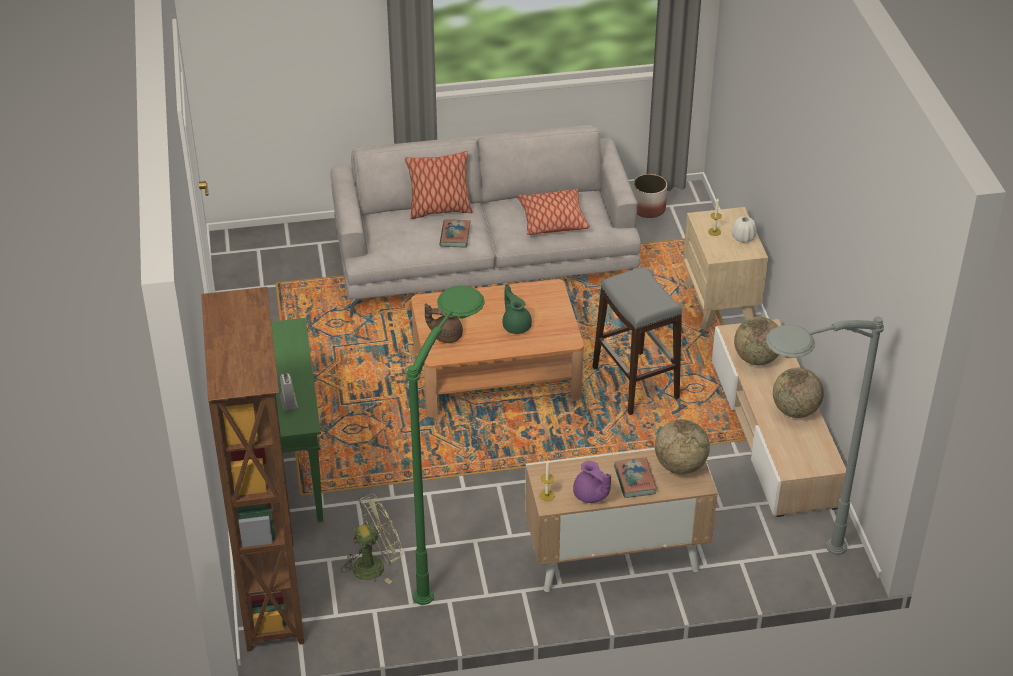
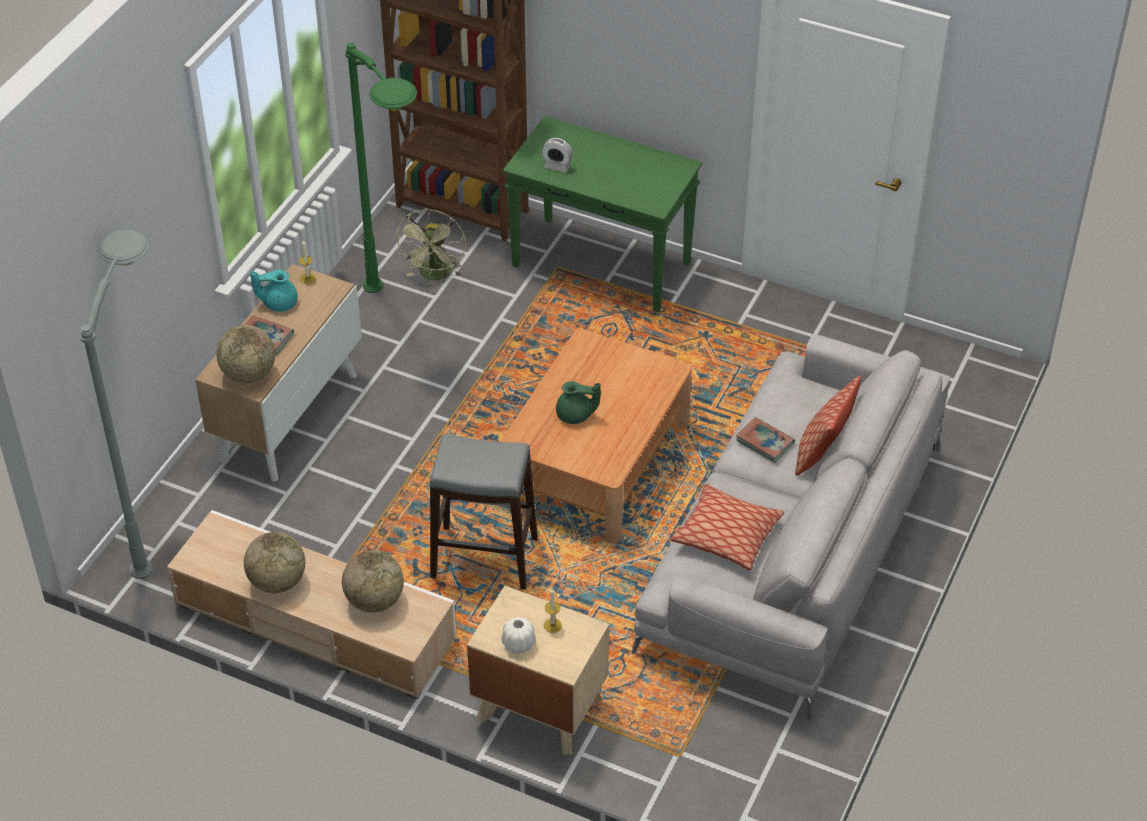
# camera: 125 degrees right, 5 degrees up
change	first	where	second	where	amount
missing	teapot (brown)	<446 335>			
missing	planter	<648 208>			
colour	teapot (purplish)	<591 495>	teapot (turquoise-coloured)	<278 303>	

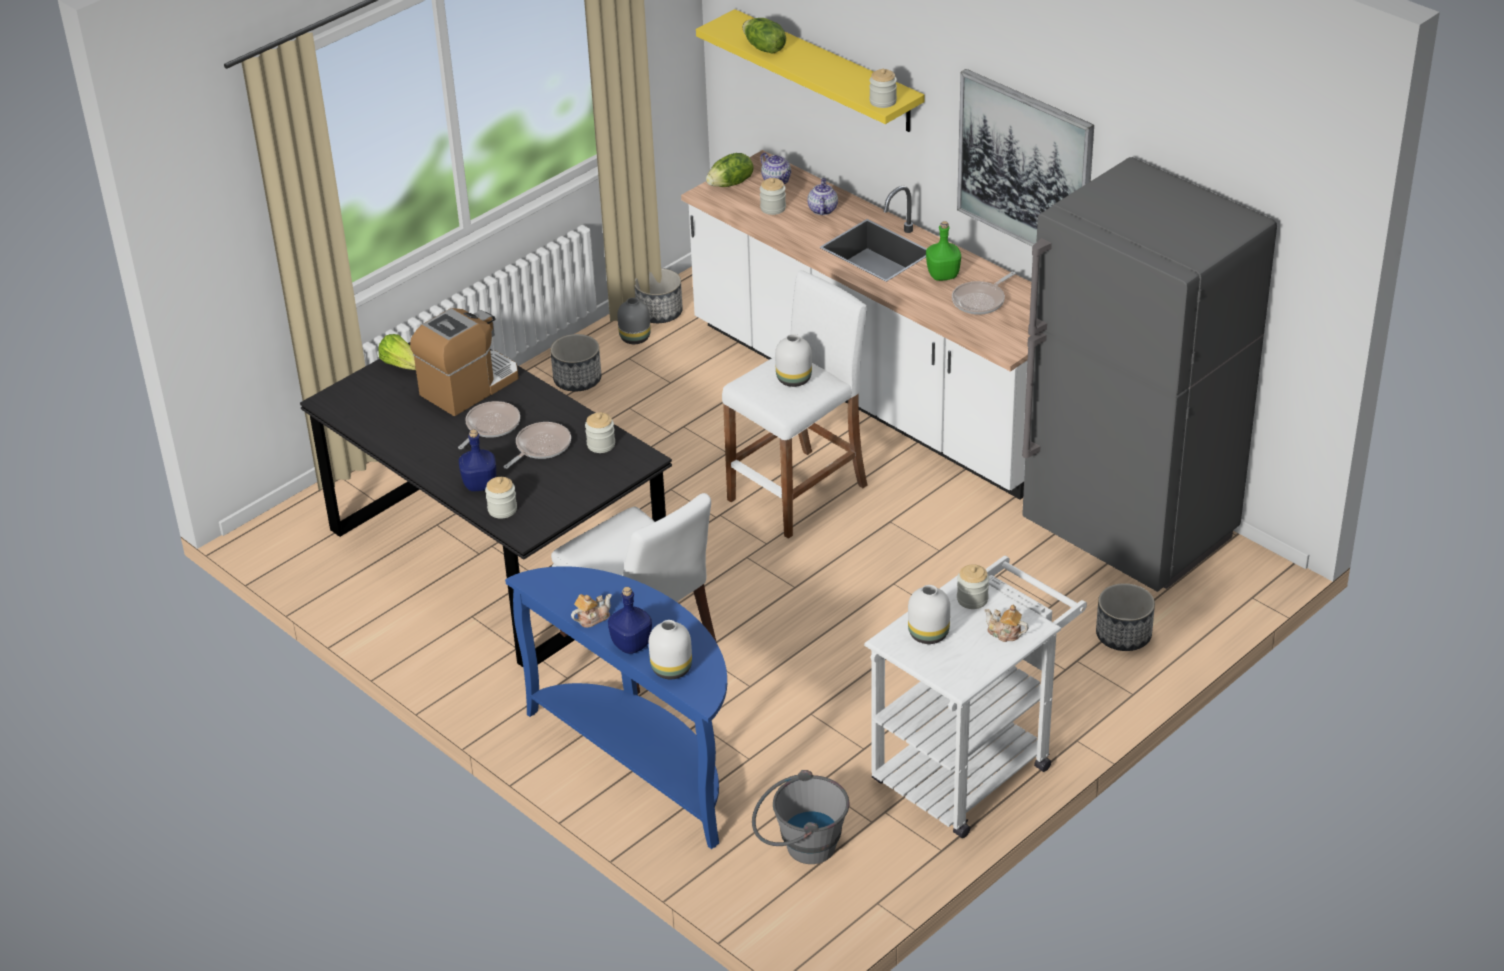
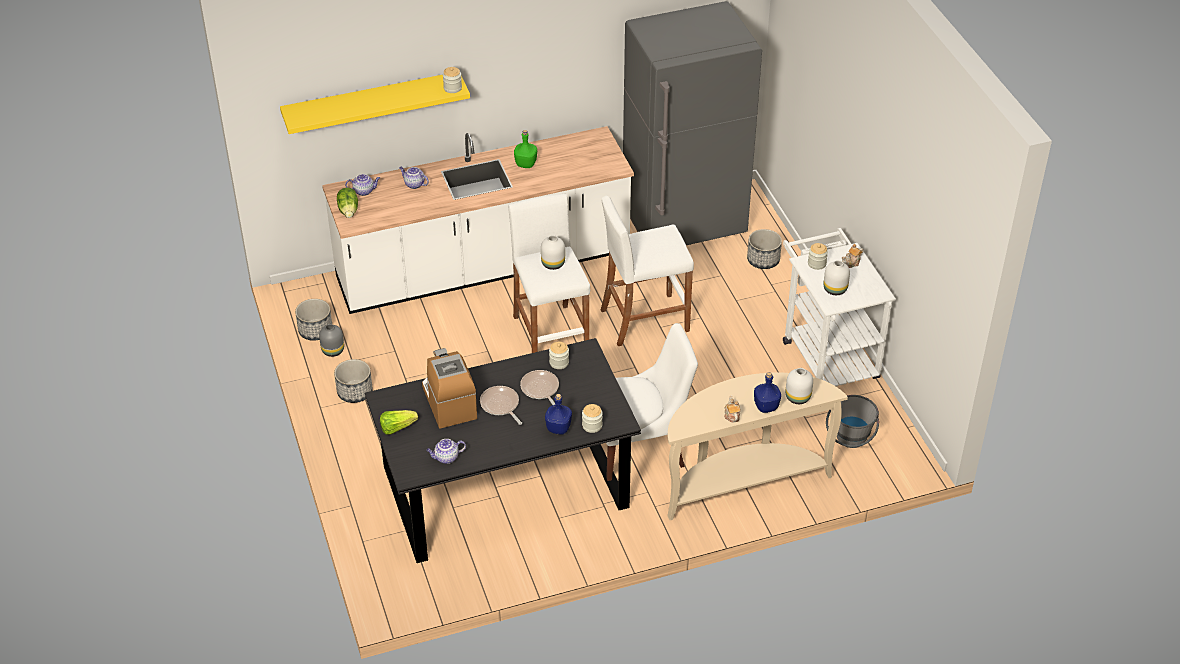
# camera: 65 degrees left, 5 degrees up
change	first	where	second	where	amount
missing	lettuce head	<764 48>			
missing	jar	<773 208>			
missing	skillet	<980 301>			
missing	wall art	<1025 167>			
appeared			teapot	<446 458>	
appeared			stool (whitish)	<644 320>	
colour	hall table (blue)	<644 761>	hall table (sand-coloured)	<742 482>	

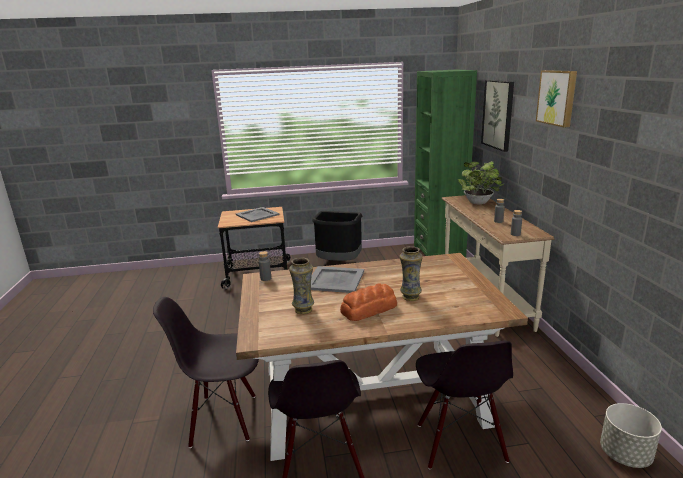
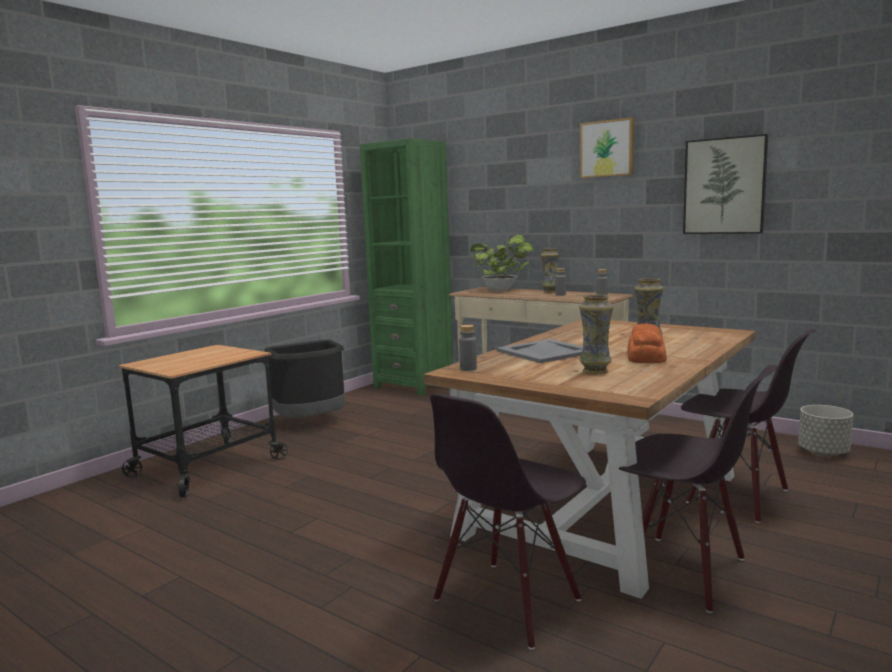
# camera: 45 degrees left, 10 degrees down
change	first	where	second	where	amount
missing	tray (gray)	<257 215>			
appeared			vase	<550 291>	
relocated	wall art	<498 114>		<724 186>	

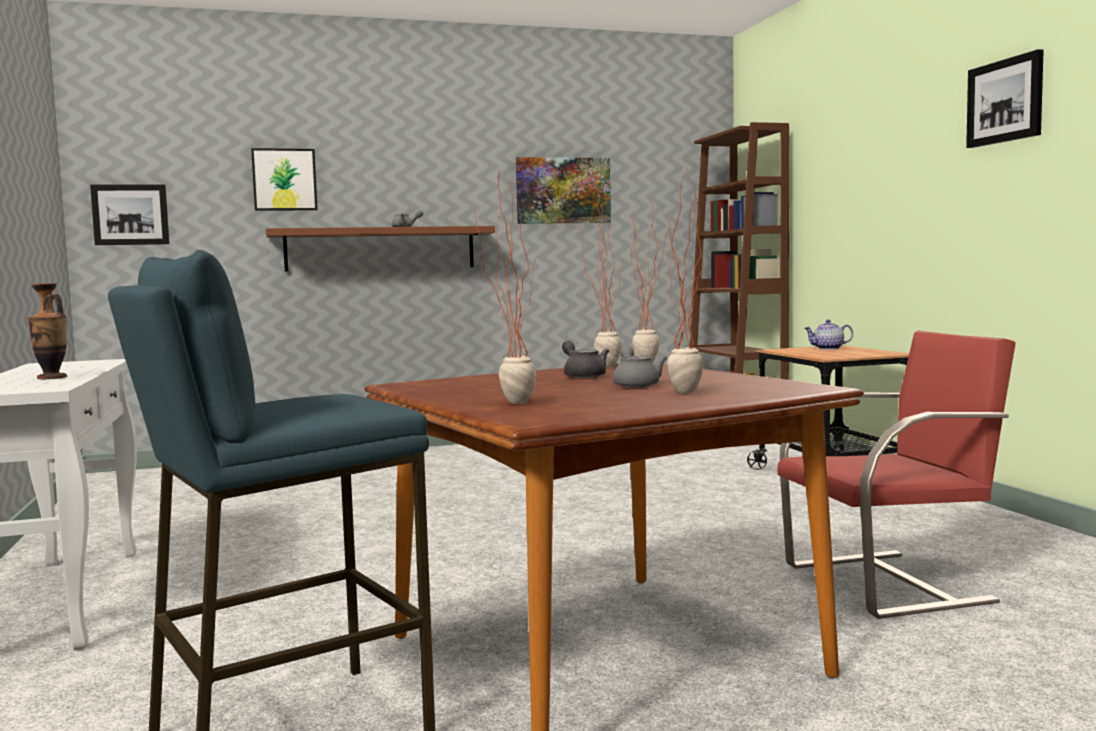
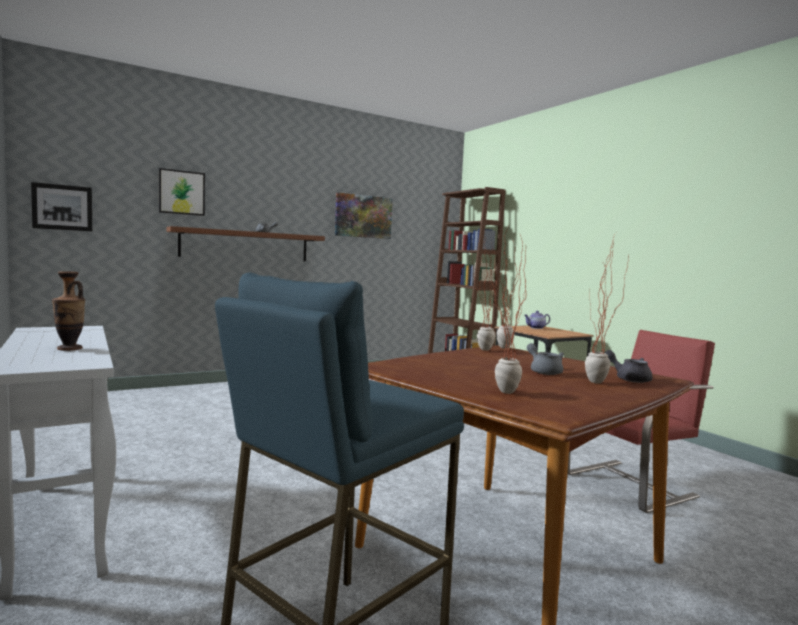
# camera: 15 degrees left, 0 degrees up
change	first	where	second	where	amount
missing	wall art	<1005 101>			
relocated	teapot (gray)	<583 375>		<629 379>	

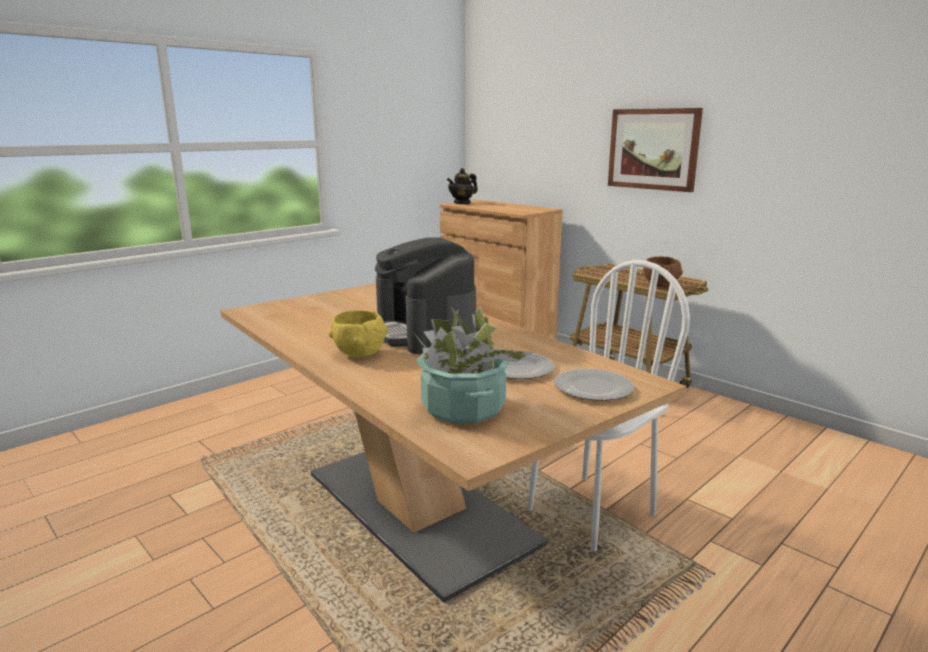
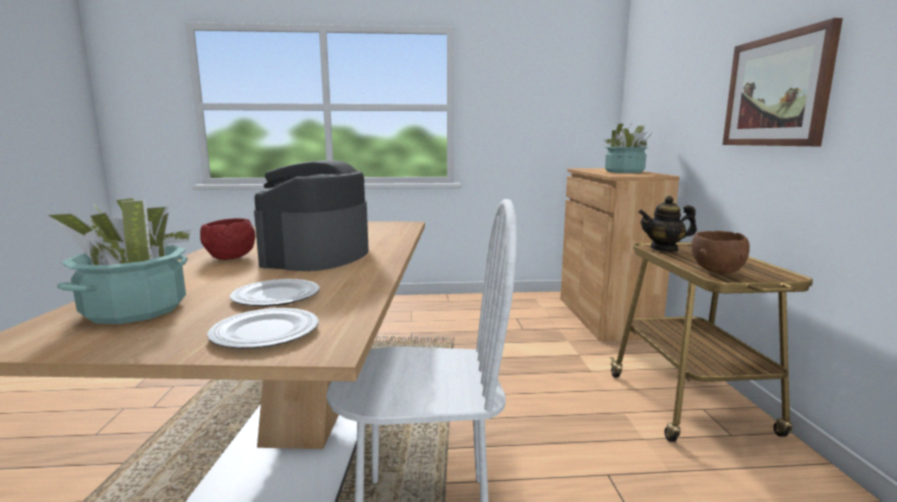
# camera: 40 degrees right, 5 degrees down
change	first	where	second	where	amount
appeared			potted plant	<624 172>	
relocated	teapot	<462 203>		<664 249>	
colour	serving bowl (yellowish)	<359 354>	serving bowl (reddish)	<231 258>	

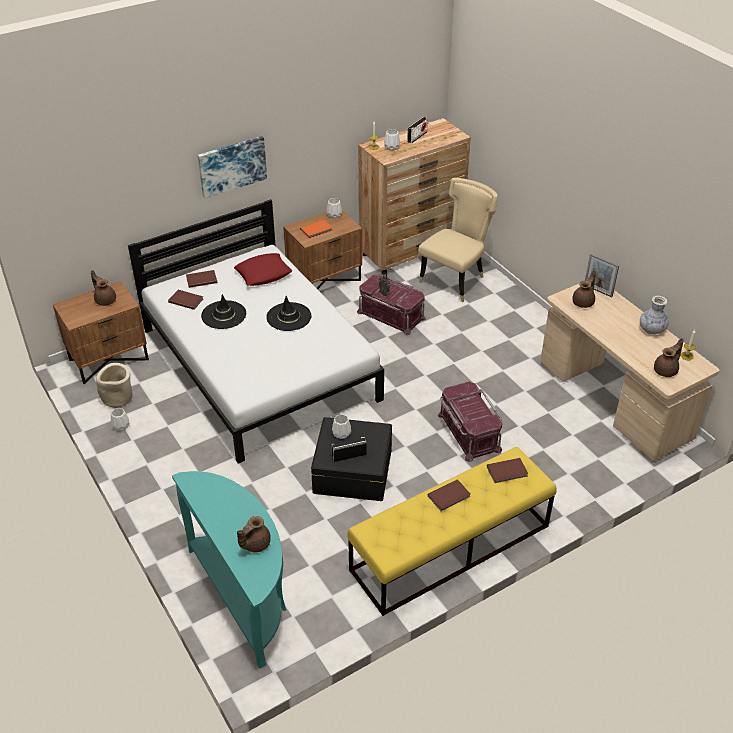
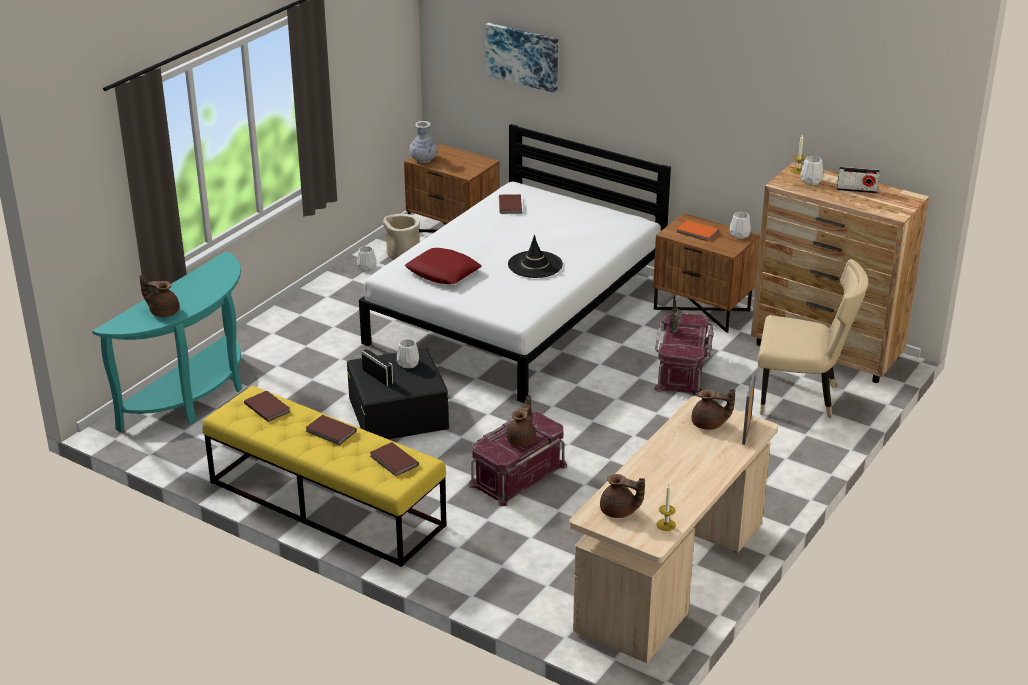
# camera: 65 degrees right, 10 degrees down
change	first	where	second	where	amount
missing	hat (blackish)	<224 315>			
relocated	teapot (brown)	<105 300>		<522 439>	
relocated	bound book (brown)	<201 279>		<267 407>	
relocated	wall art	<232 166>		<523 56>	
relocated	cushion (reddish)	<263 274>		<443 272>	
relocated	vase	<651 329>		<423 159>	

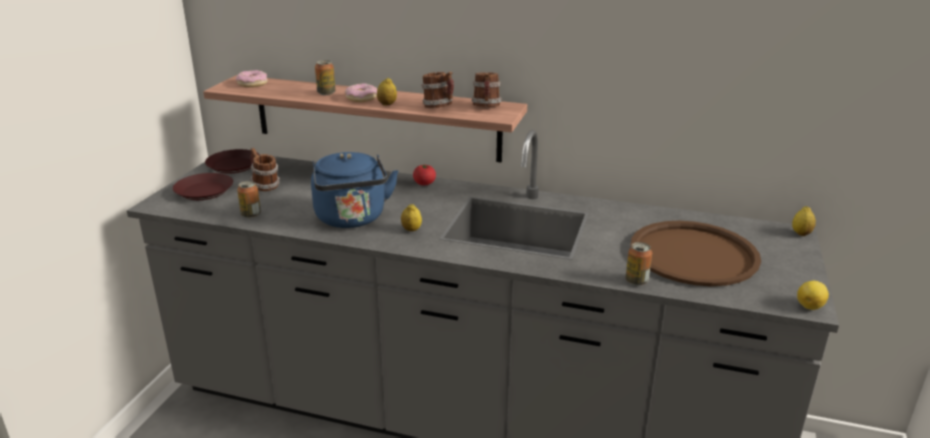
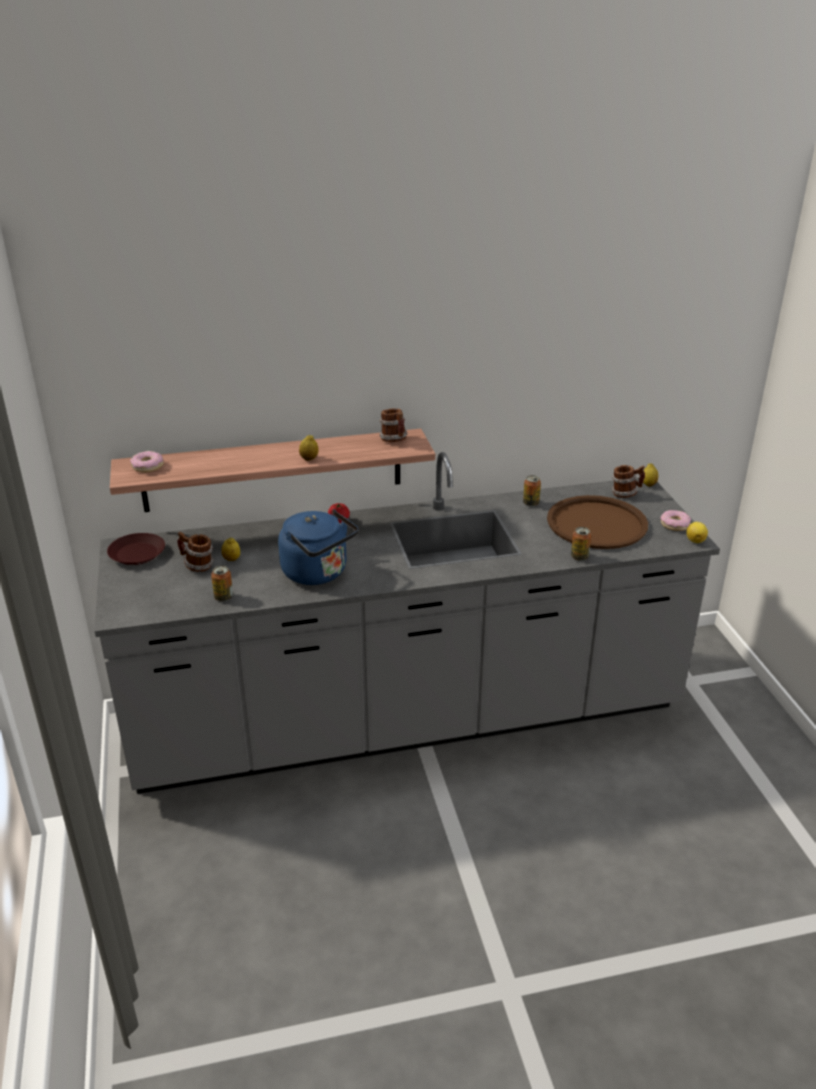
# camera: 30 degrees left, 5 degrees up
change	first	where	second	where	amount
missing	dinner plate (brown)	<204 191>			
relocated	sealed can	<326 93>		<531 503>	
relocated	ring doughnut	<361 98>		<675 525>	
relocated	lemon	<411 230>		<231 559>	
relocated	tea mug	<439 107>		<625 494>	

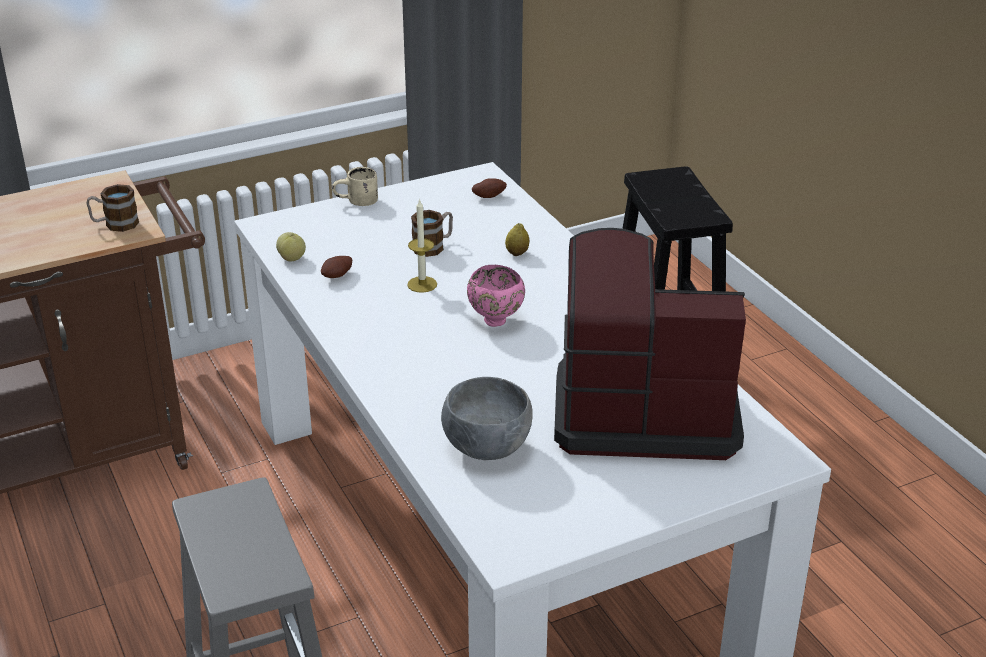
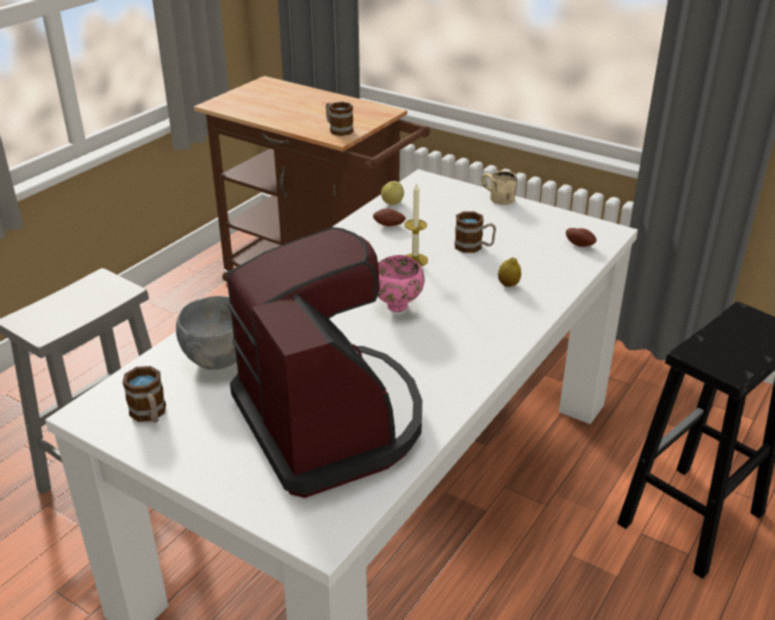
# camera: 60 degrees right, 0 degrees up
change	first	where	second	where	amount
appeared			tea mug	<150 414>	

